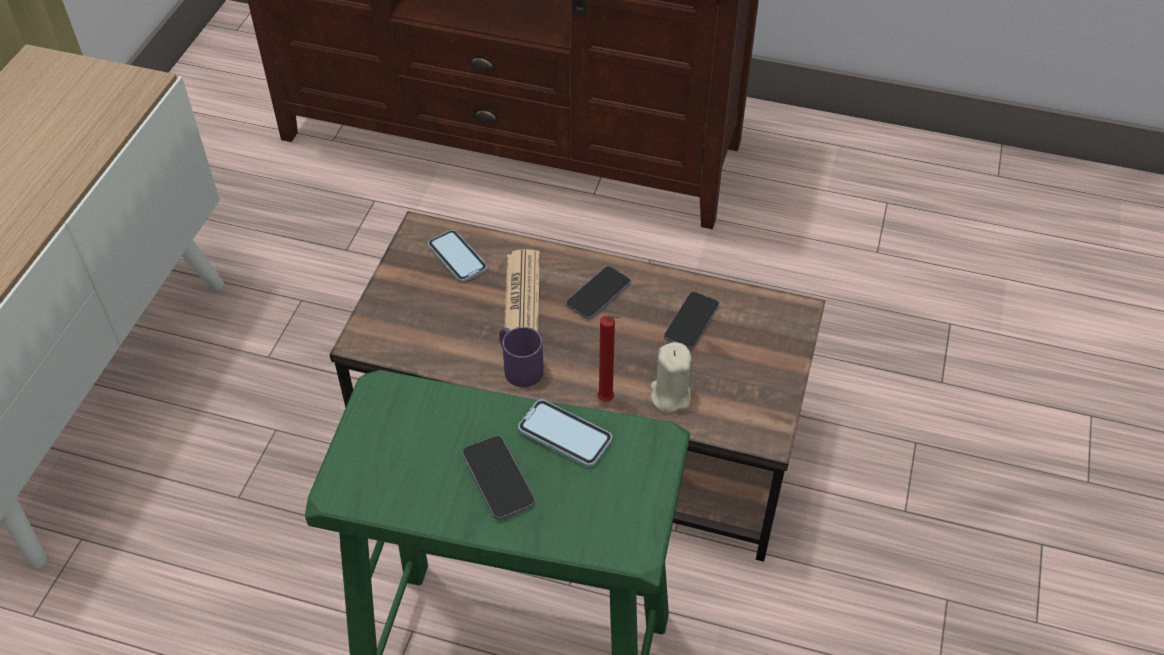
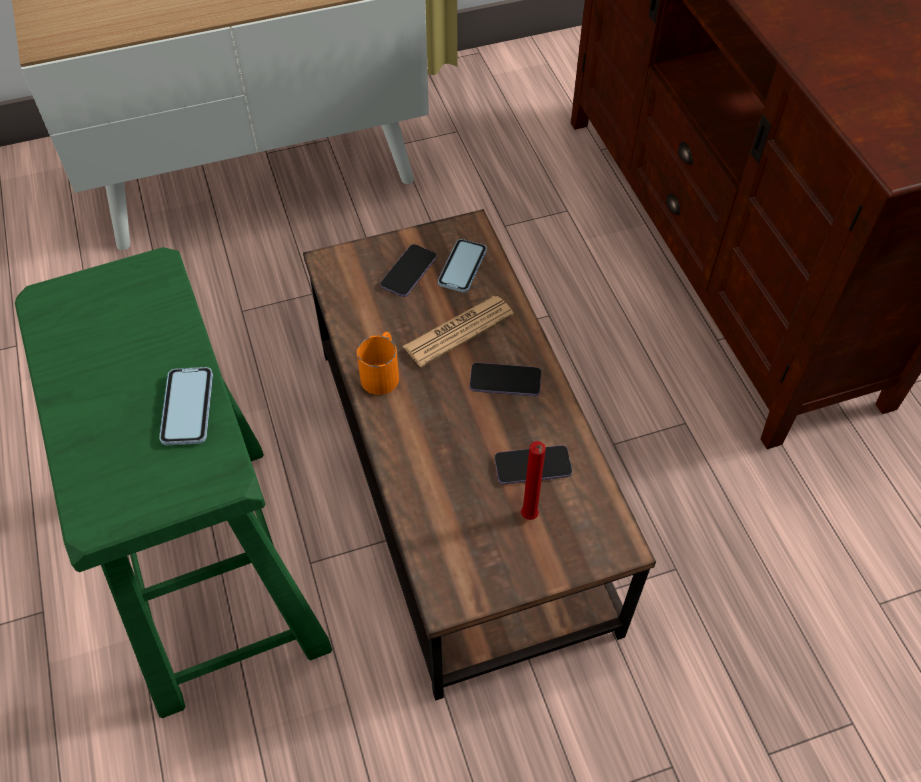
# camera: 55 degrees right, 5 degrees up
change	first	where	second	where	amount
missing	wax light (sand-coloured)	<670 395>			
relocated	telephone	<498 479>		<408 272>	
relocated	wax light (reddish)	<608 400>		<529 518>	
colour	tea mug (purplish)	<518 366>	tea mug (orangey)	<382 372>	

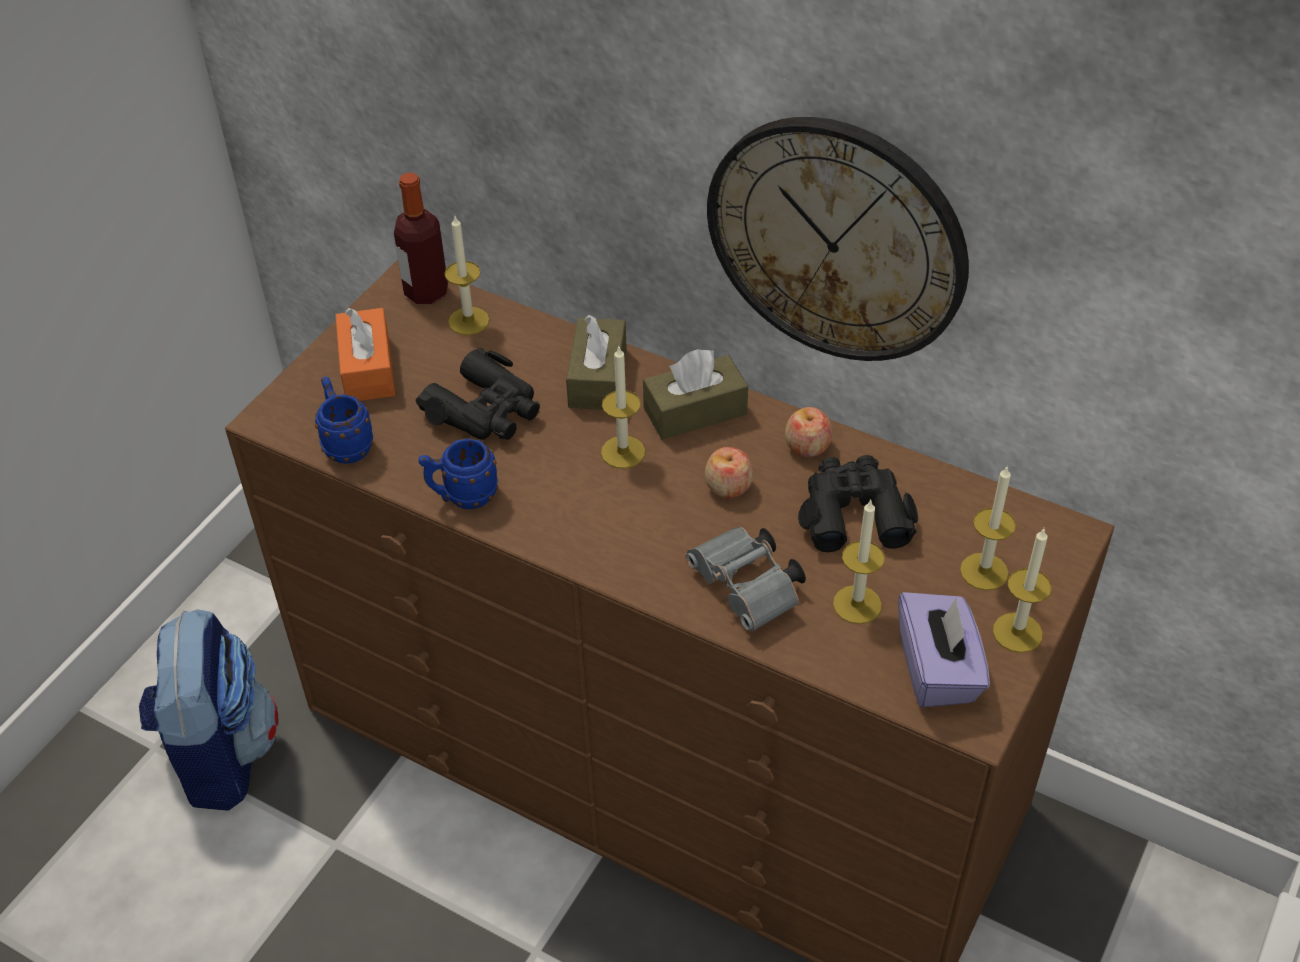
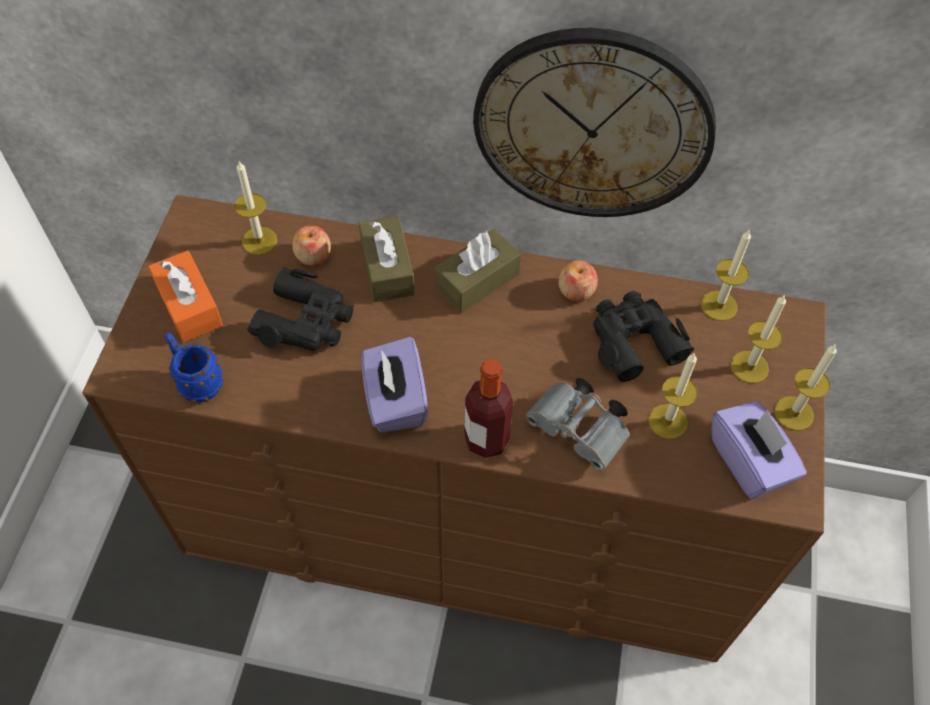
# camera: 20 degrees left, 10 degrees up
change	first	where	second	where	amount
missing	rucksack	<220 753>			
missing	tea mug (blue)	<462 496>			
appeared			tissue box (purplish)	<395 401>	
relocated	bottle	<426 292>		<486 440>	
relocated	wax light	<623 452>		<719 305>	
relocated	whole apple	<728 486>		<313 255>	

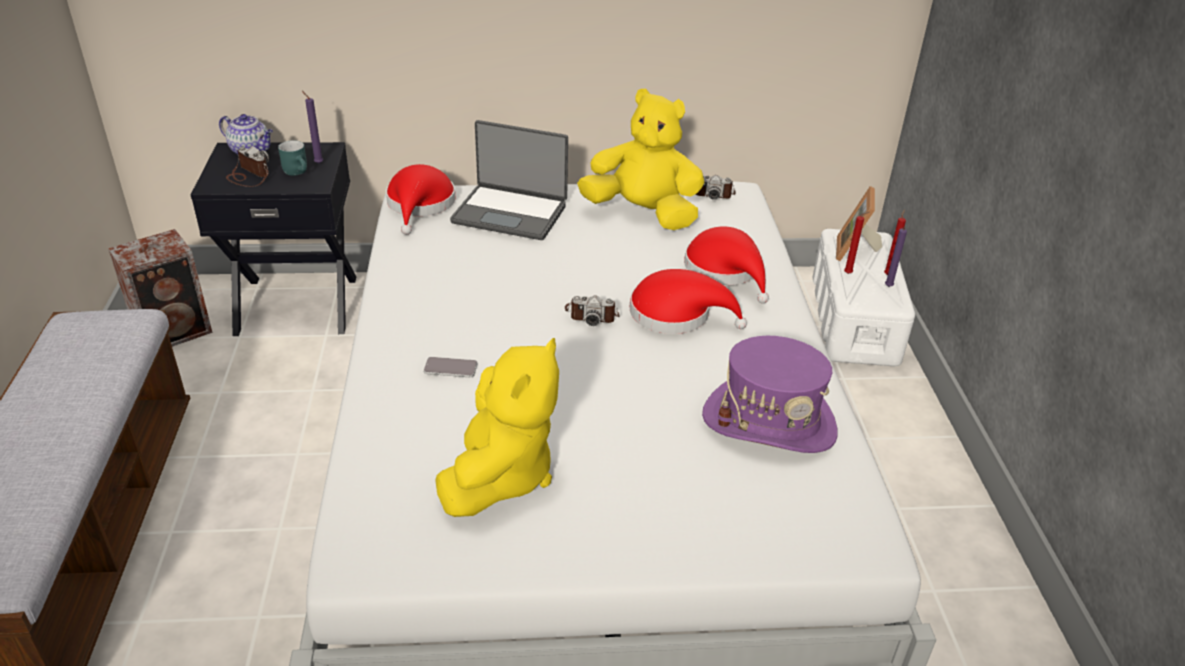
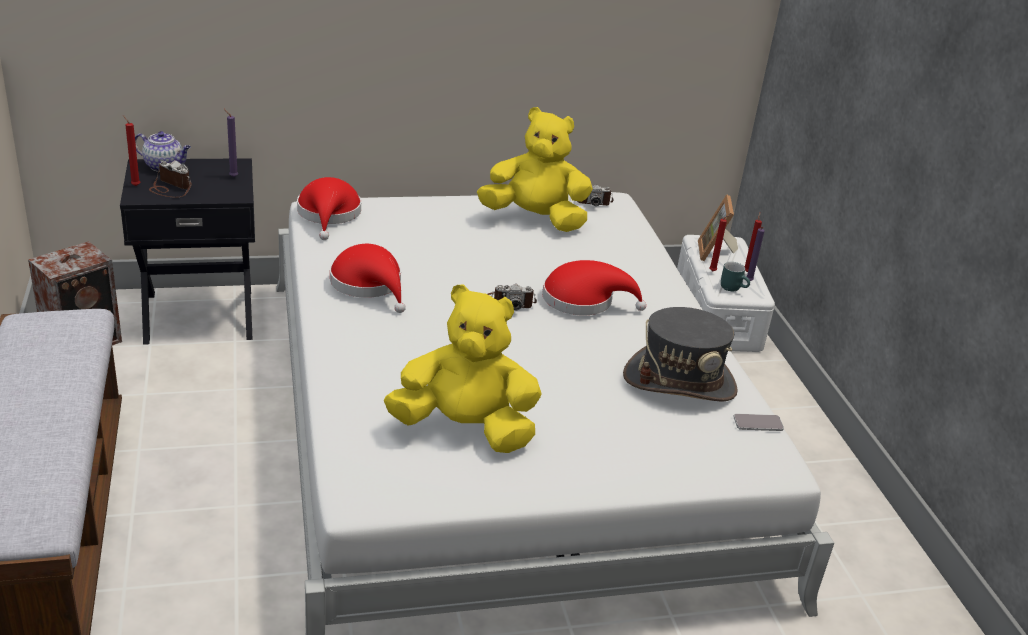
# camera: 10 degrees left, 5 degrees down
change	first	where	second	where	amount
missing	portable computer	<510 213>			
appeared			wax light (reddish)	<134 185>	
relocated	tea mug (turquoise-coloured)	<299 171>		<733 287>	
relocated	telephone	<450 368>		<758 423>	
relocated	hat (reddish)	<726 270>		<369 285>	
colour	hat (purplish)	<769 423>	hat (gray)	<679 382>	
spun	cuddly toy (yellowish)	<500 475>		<465 429>	90 degrees counterclockwise

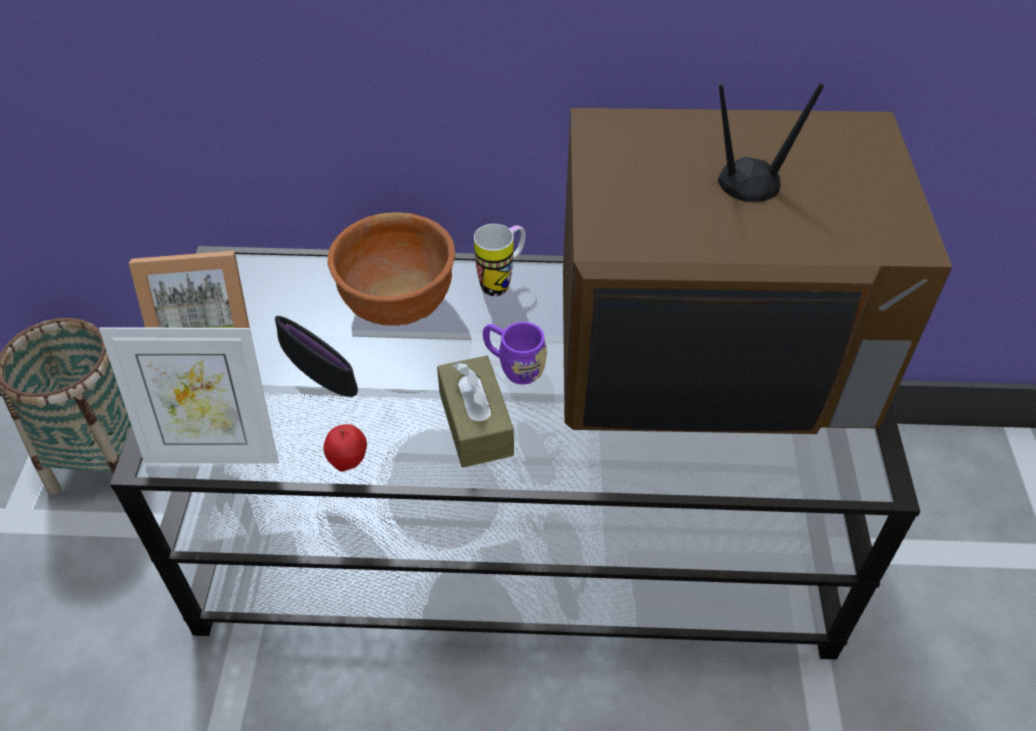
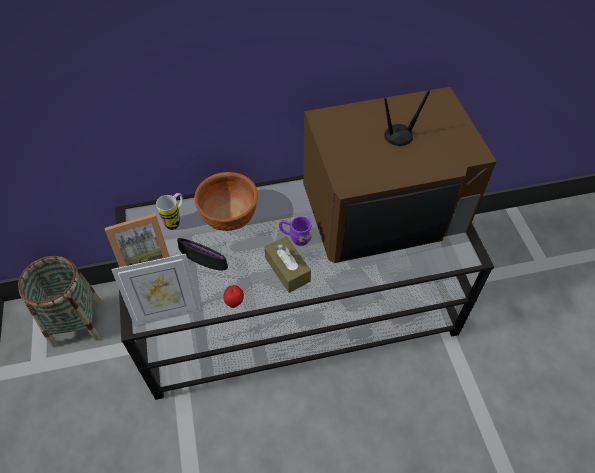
# camera: 15 degrees left, 5 degrees up
change	first	where	second	where	amount
relocated	tea mug	<502 282>		<176 221>	

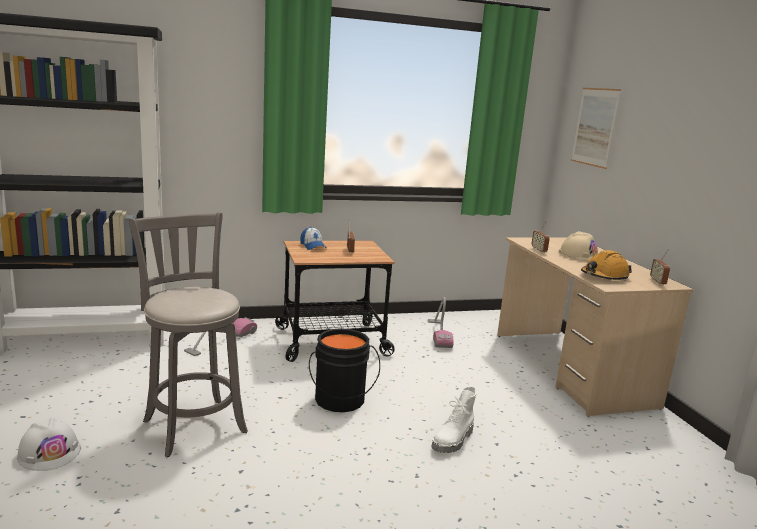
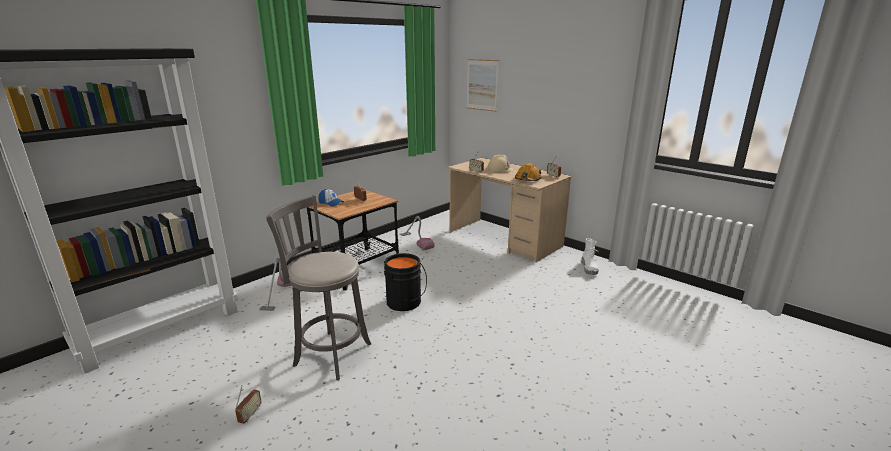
# camera: 30 degrees left, 5 degrees up
change	first	where	second	where	amount
relocated	high-top boot (whitish)	<453 441>		<589 268>	
exchanged	safety helmet (whitish)	<49 452>	radio	<250 415>	

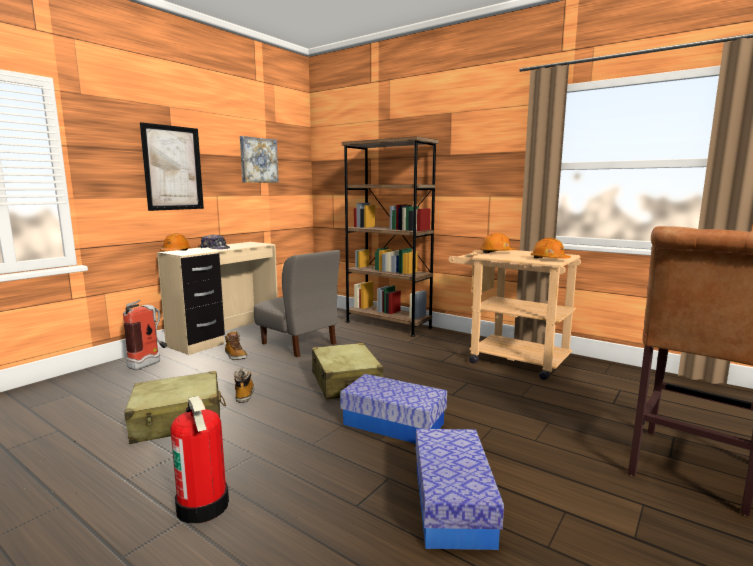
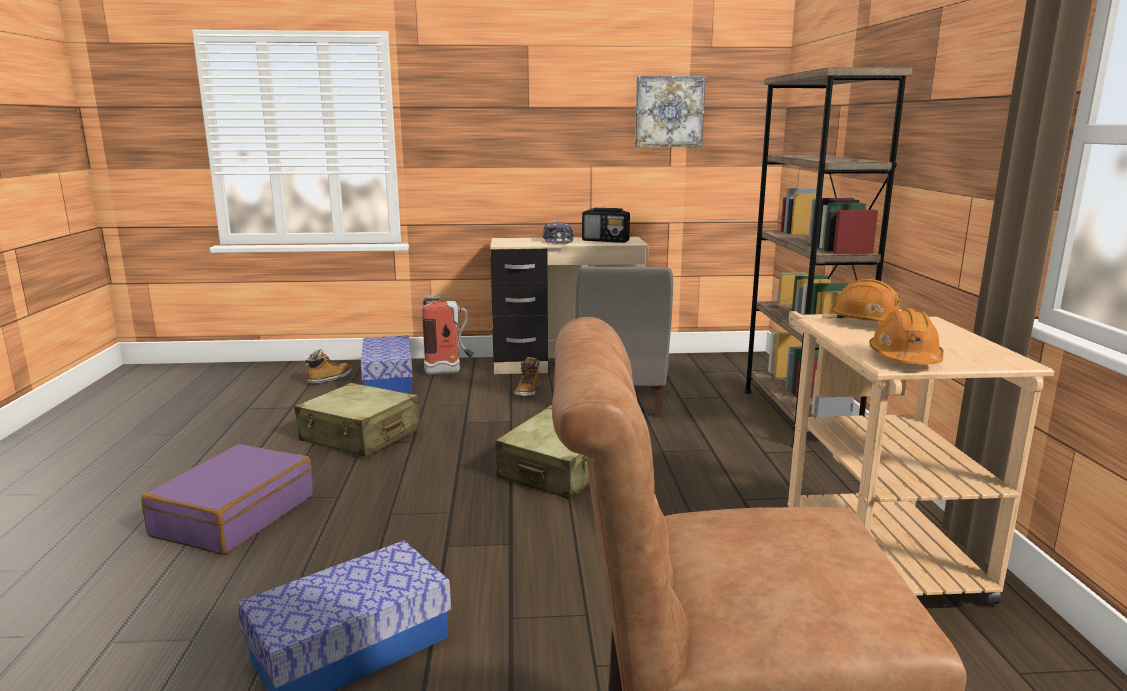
# camera: 50 degrees right, 5 degrees up
change	first	where	second	where	amount
missing	wall art	<173 168>			
missing	safety helmet (orangey)	<175 252>			
appeared			radio	<606 241>	
relocated	high-top boot	<244 394>		<329 379>	
relocated	storage box	<393 424>		<388 379>	
exchanged	extinguisher	<204 506>	travel case (purplish)	<234 515>	

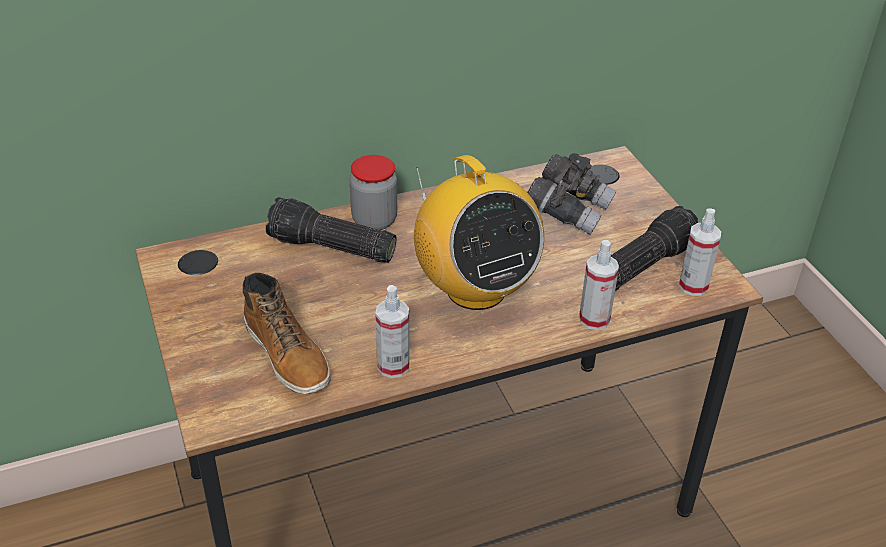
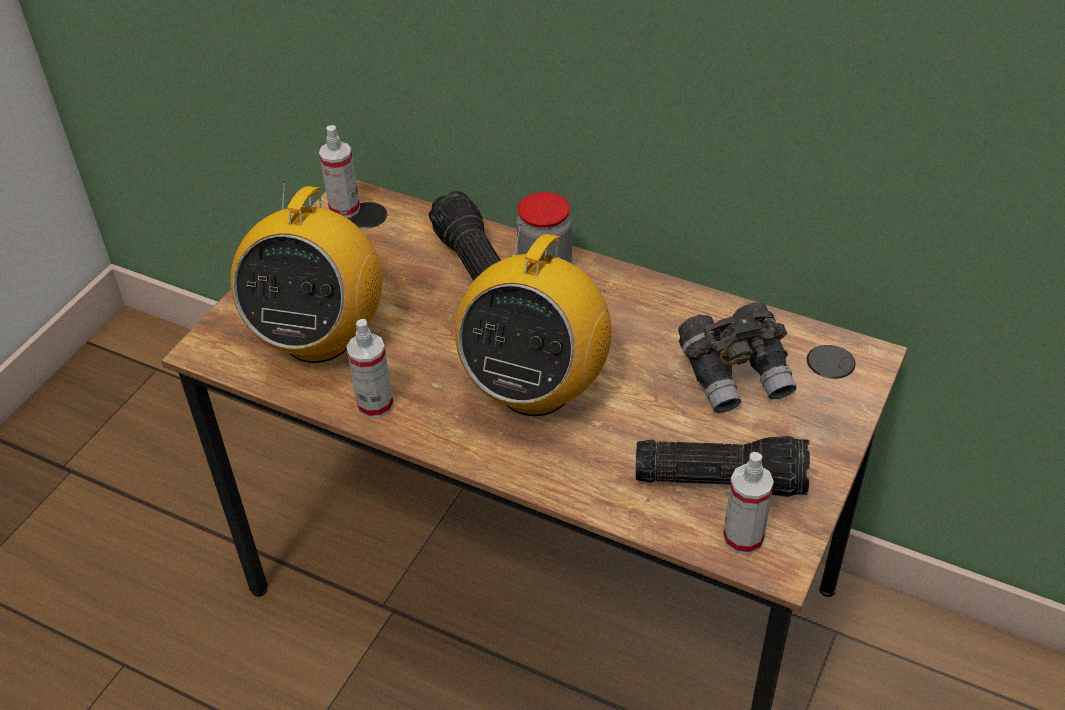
# camera: 50 degrees right, 5 degrees up
change	first	where	second	where	amount
relocated	spray bottle	<594 319>		<344 208>	
exchanged	high-top boot	<288 355>	radio	<319 337>	

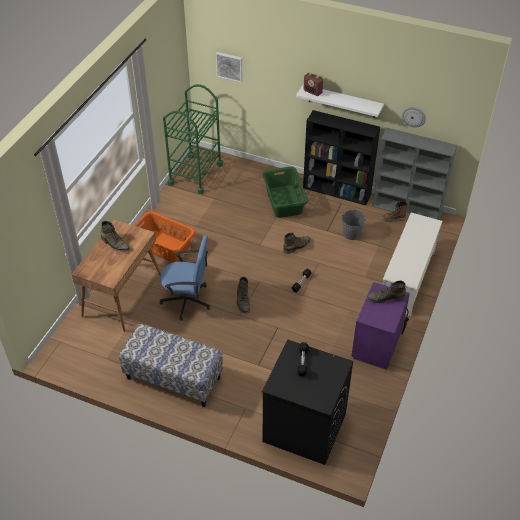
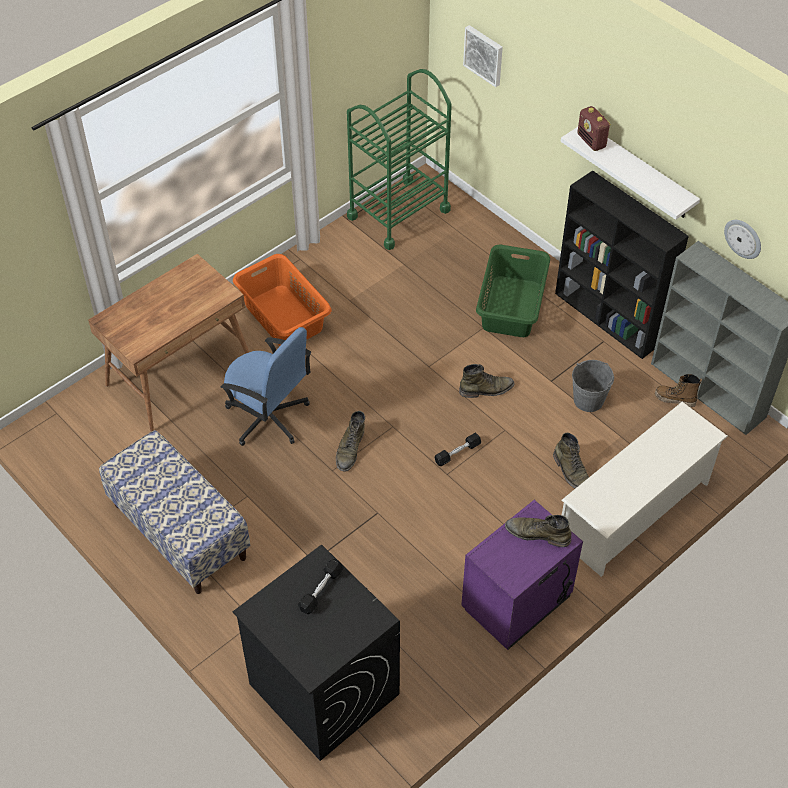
# camera: 25 degrees right, 5 degrees up
change	first	where	second	where	amount
relocated	high-top boot (green-coloured)	<115 244>		<572 472>	

